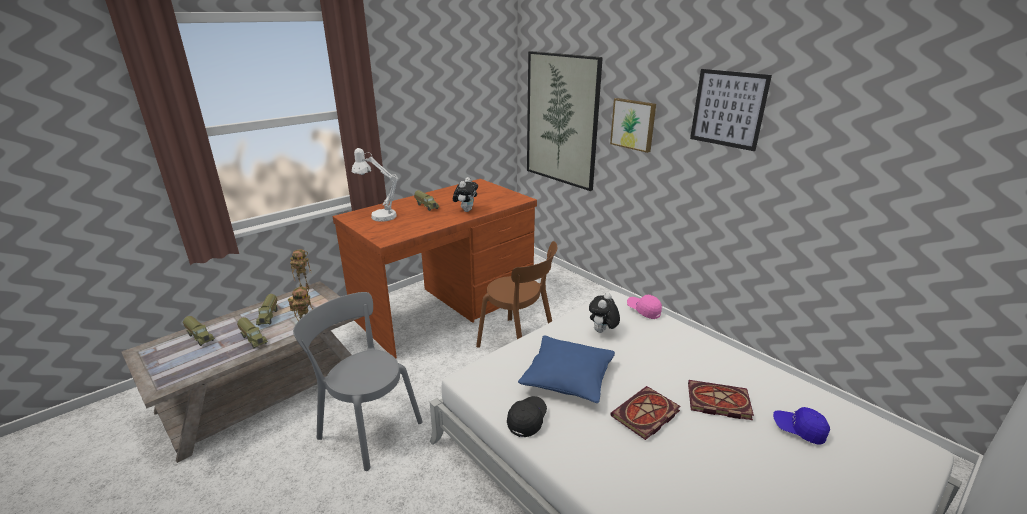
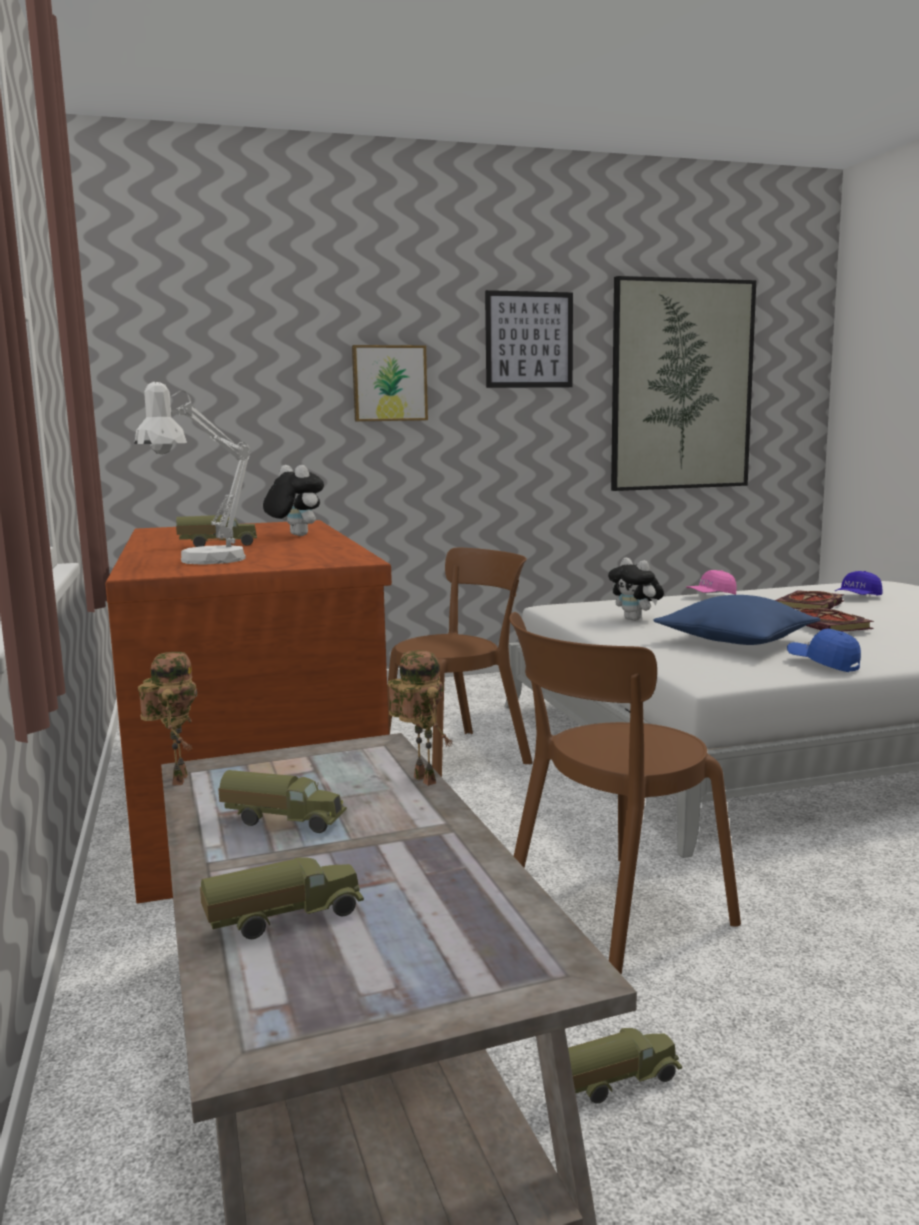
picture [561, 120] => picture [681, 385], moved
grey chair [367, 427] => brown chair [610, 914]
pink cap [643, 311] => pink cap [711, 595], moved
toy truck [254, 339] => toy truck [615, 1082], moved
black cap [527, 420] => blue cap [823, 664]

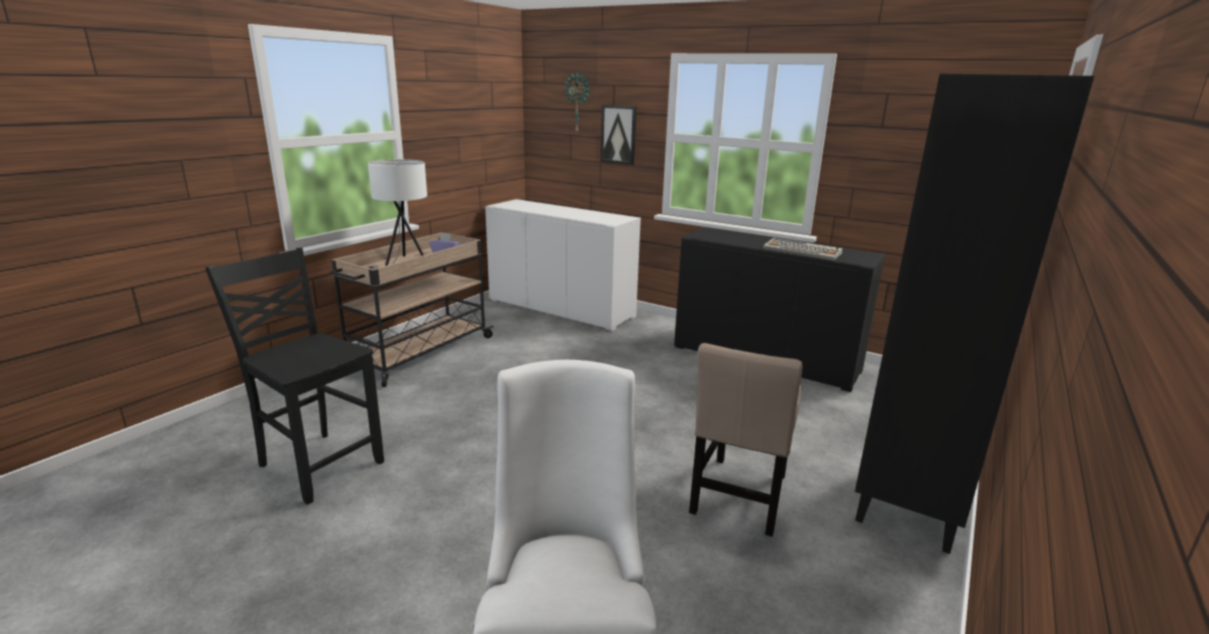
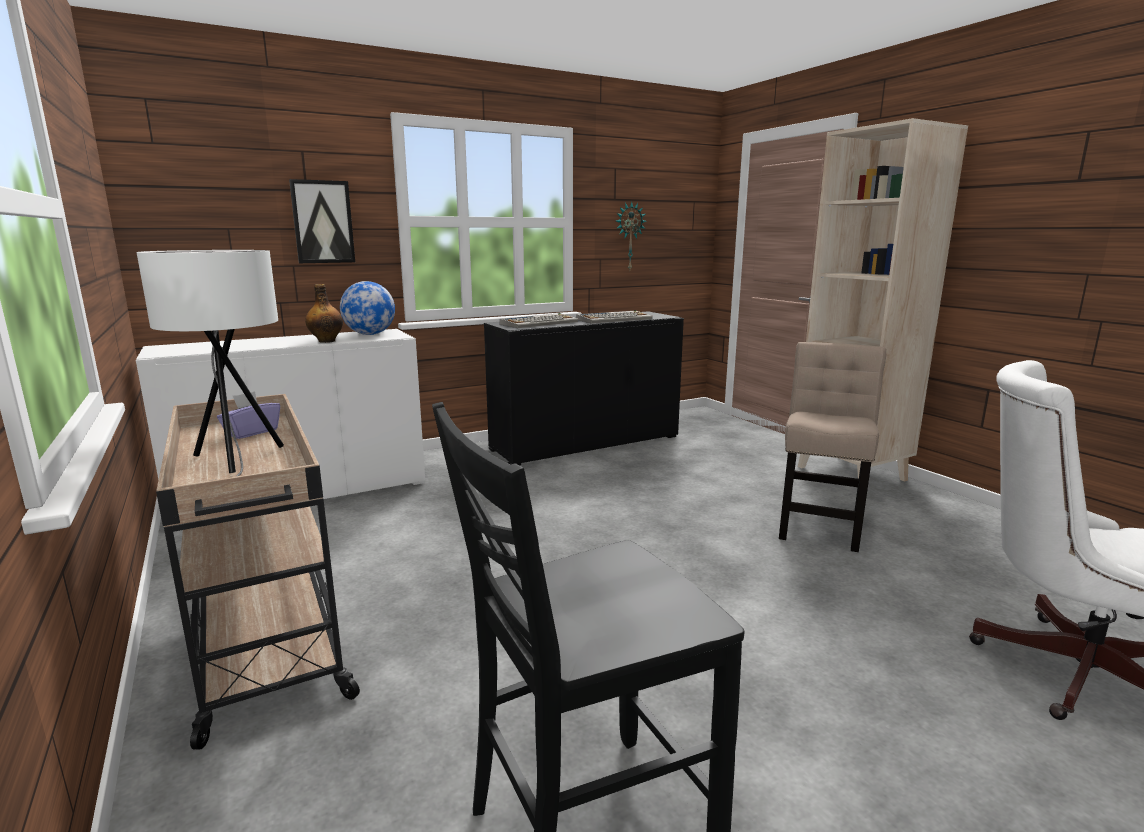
wall clock [578, 103] => wall clock [629, 236], moved
black bookcase [909, 509] => beige bookcase [852, 473]
beige chair [739, 498] => beige chair [820, 521], 120 degrees counterclockwise
nothing => globe [369, 334]
nothing => bottle [326, 341]
nothing => keyboard [539, 323]

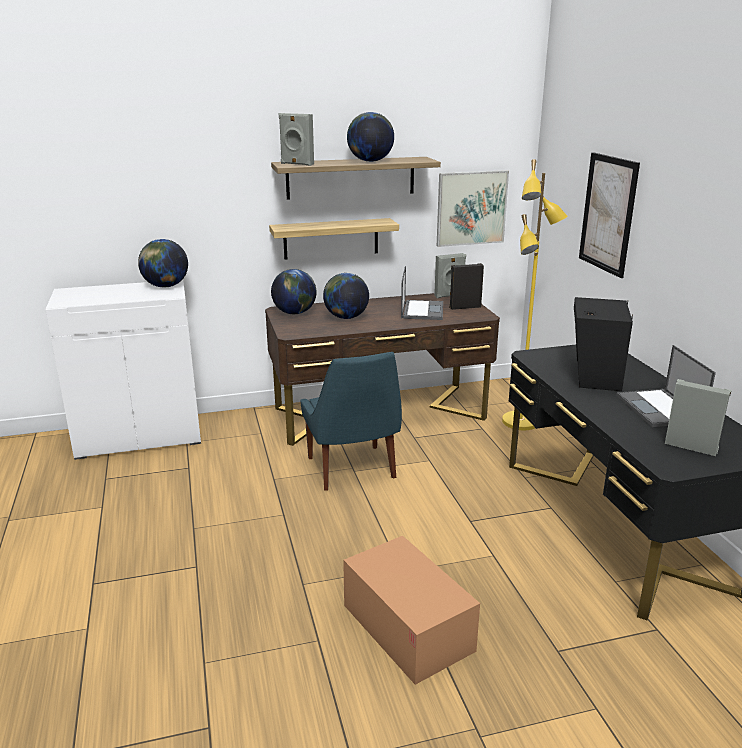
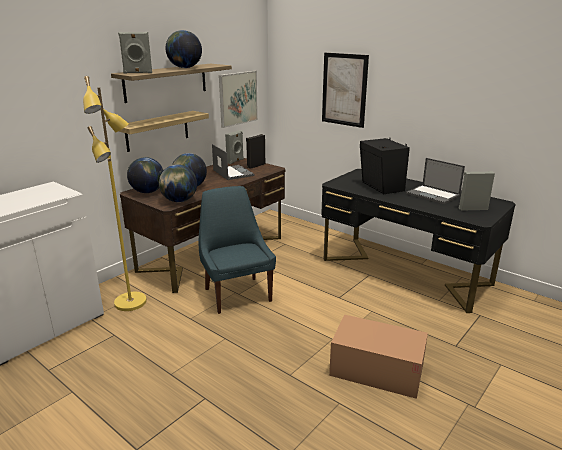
yellow floor lamp [521, 422] => yellow floor lamp [131, 302], moved
globe [165, 286] => globe [179, 201], moved
blue chair [352, 470] => blue chair [237, 293], 150 degrees counterclockwise

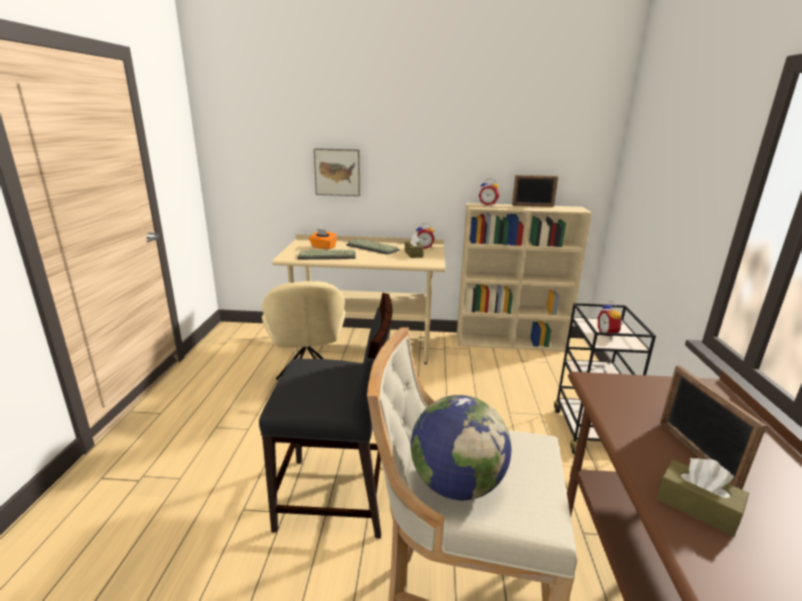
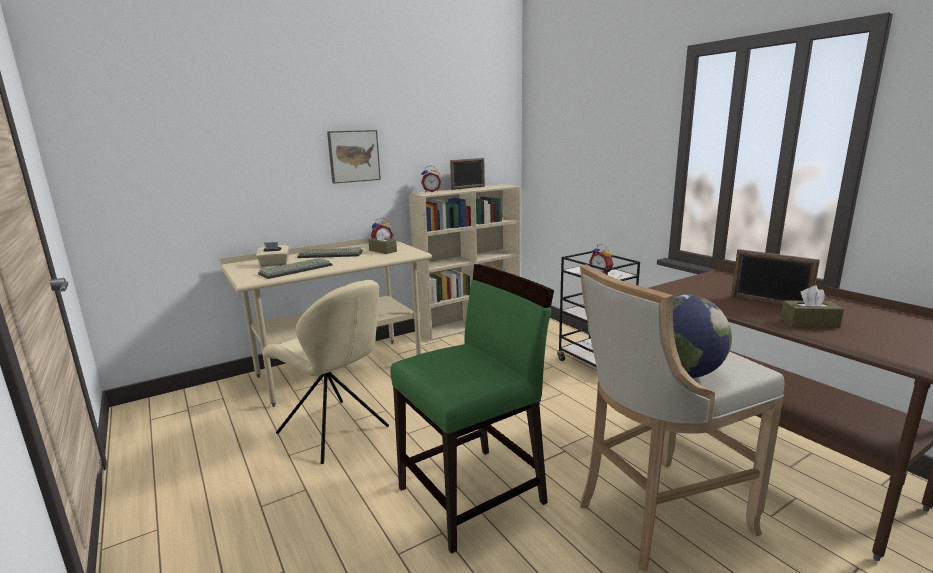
picture [338, 172] => picture [353, 156], moved
orange tissue box [323, 247] => beige tissue box [274, 264]
black chair [336, 496] => green chair [473, 495]

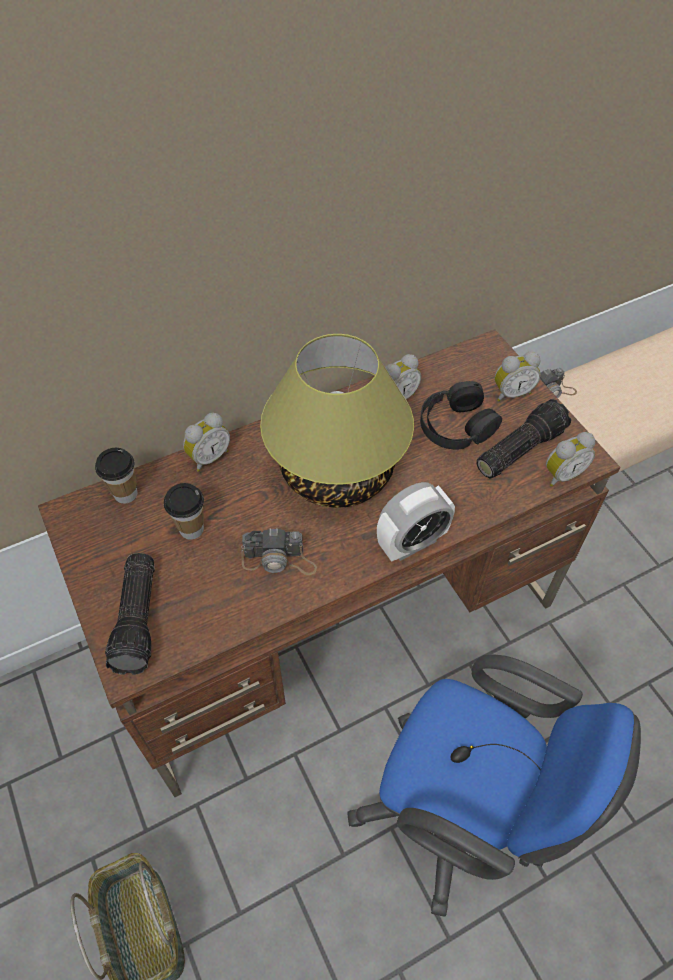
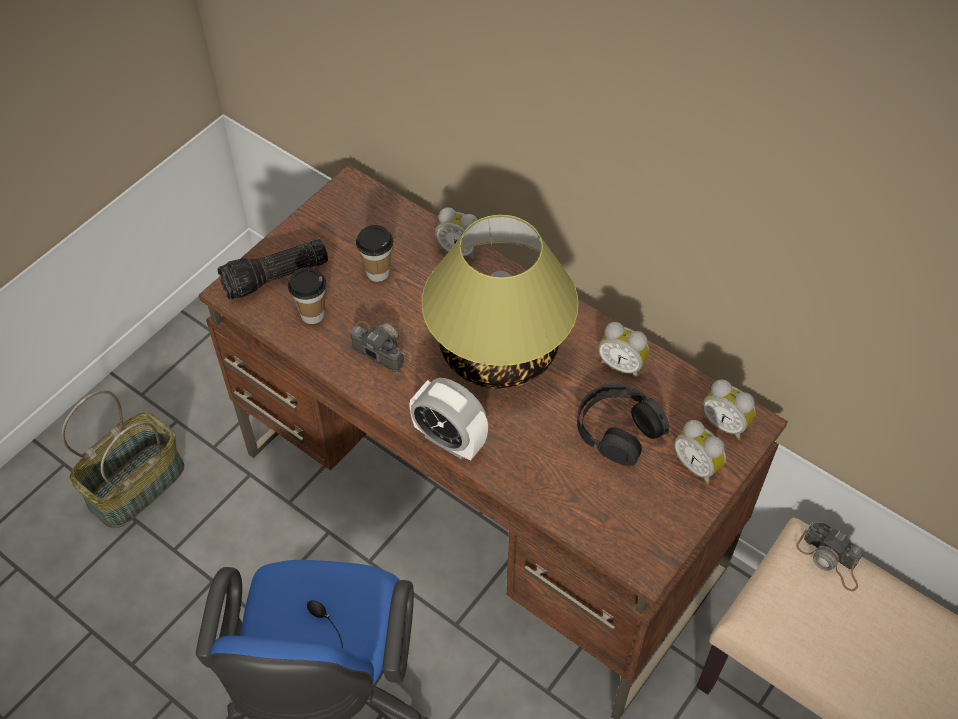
flashlight [518, 448] => nothing
alarm clock [561, 474] => alarm clock [725, 423], moved
cup [125, 494] => cup [312, 314], moved
photo camera [279, 560] => photo camera [378, 346], 150 degrees clockwise

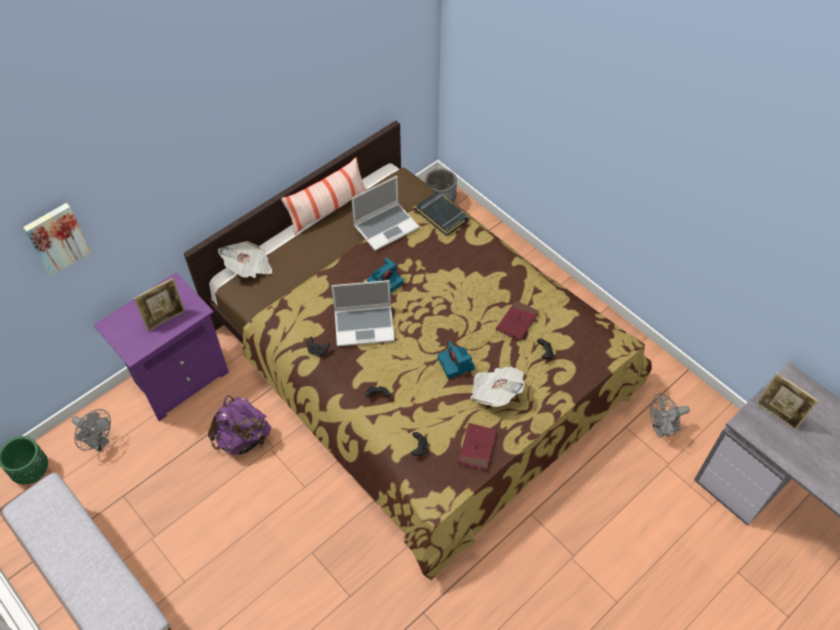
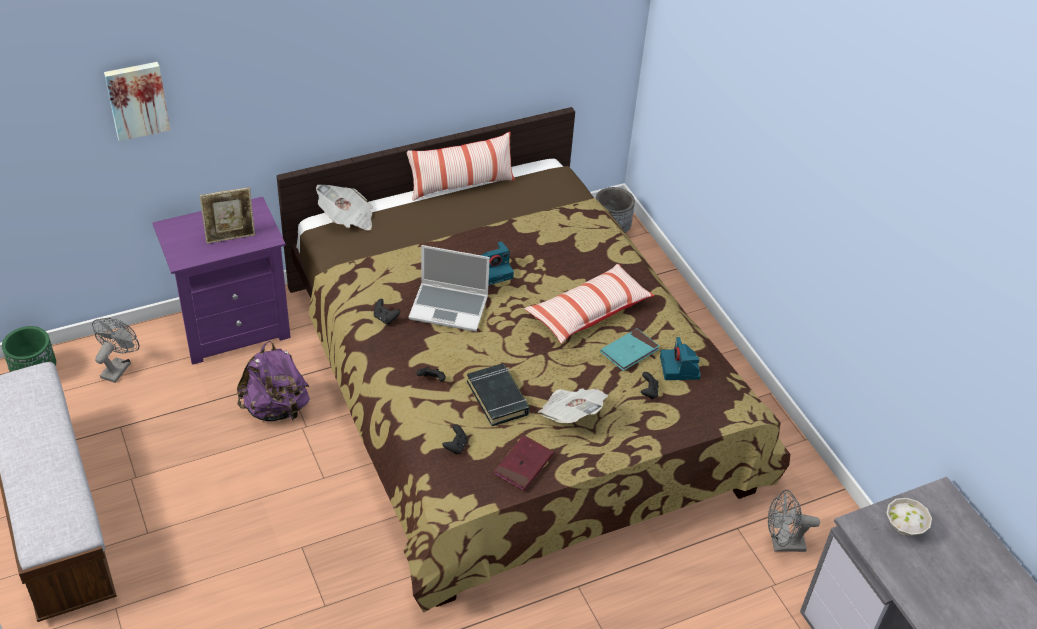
laptop [386, 226] => nothing
black book [442, 216] => black book [498, 398], moved
red book [517, 322] => turquoise book [629, 351]
photo camera [456, 364] => photo camera [680, 368], moved
picture frame [777, 415] => white bowl [904, 528]
grey fan [99, 442] => grey fan [118, 367], 120 degrees counterclockwise
nothing => pillow [589, 312]

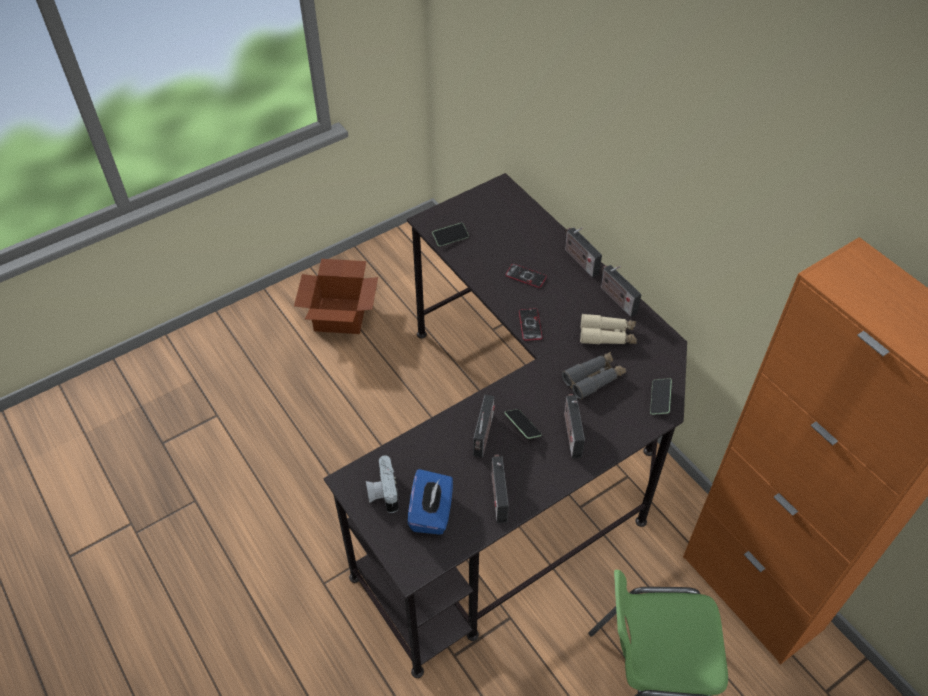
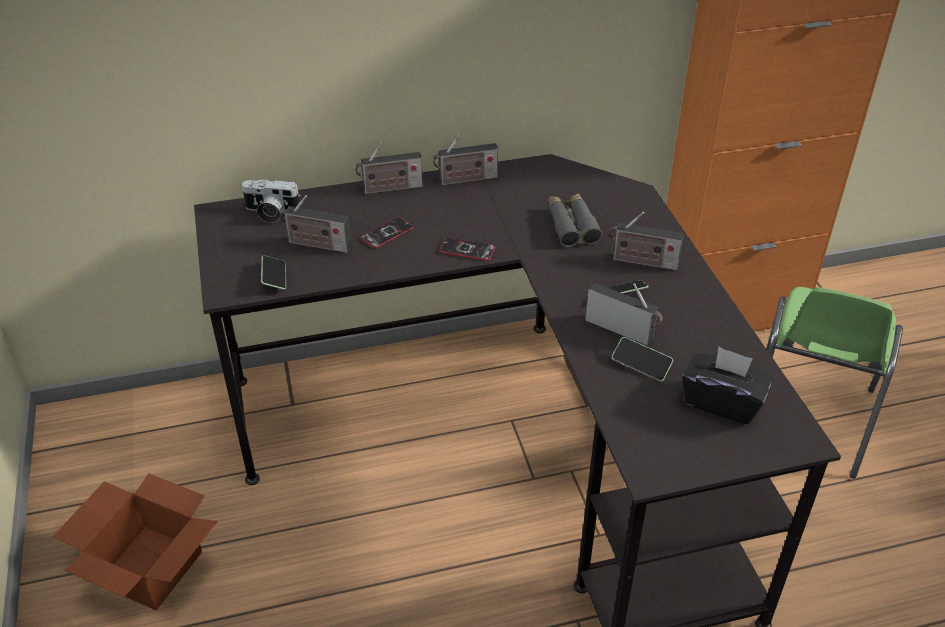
beige binoculars [607, 335] => nothing
phone [659, 400] => phone [641, 365], moved
radio [497, 495] => radio [316, 244], moved
photo camera [382, 492] => photo camera [271, 213], moved
blue tissue box [431, 512] => black tissue box [722, 402]

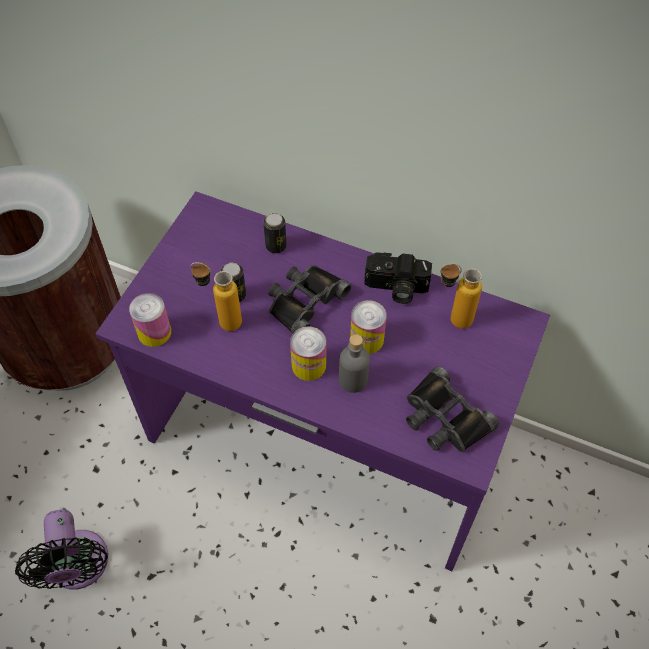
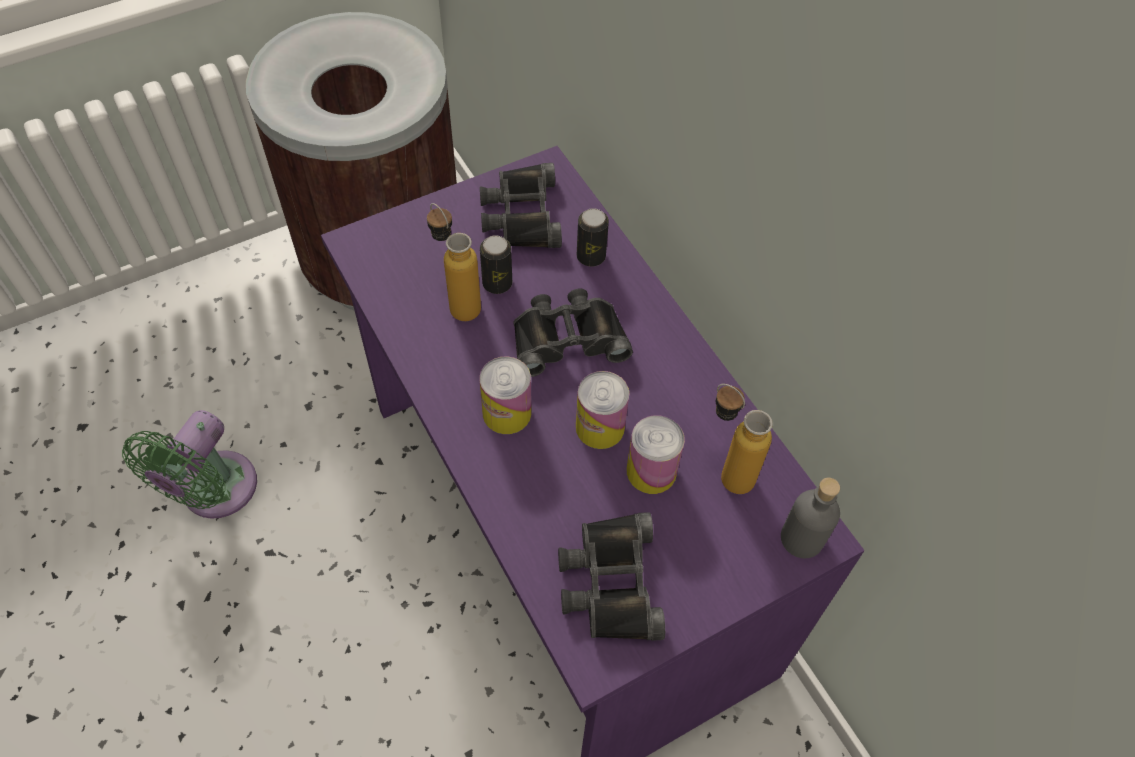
photo camera [395, 288] => nothing
can [154, 332] => can [651, 471], moved
grey bottle [353, 380] => grey bottle [802, 538], moved
black fan [78, 567] => green fan [214, 492]
nothing => black binoculars [521, 214]

